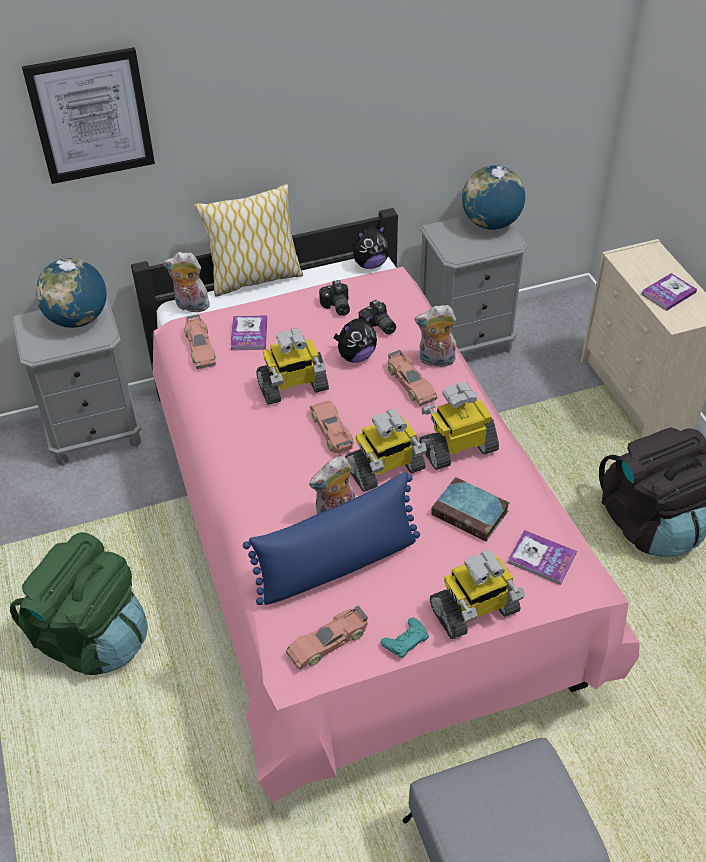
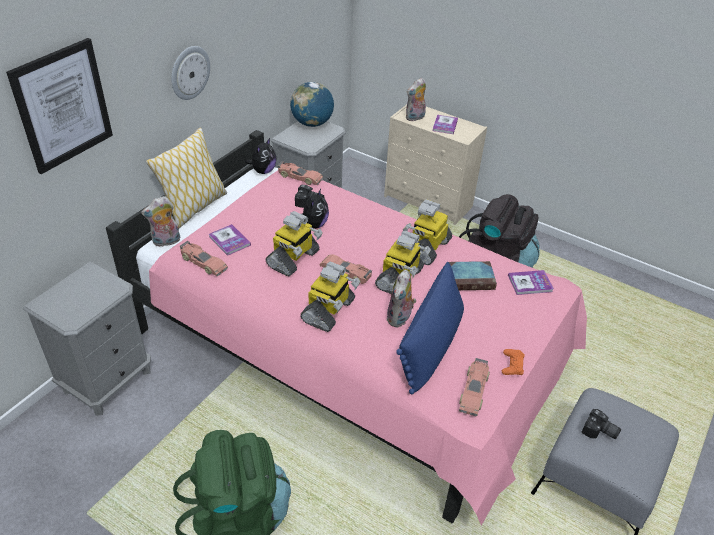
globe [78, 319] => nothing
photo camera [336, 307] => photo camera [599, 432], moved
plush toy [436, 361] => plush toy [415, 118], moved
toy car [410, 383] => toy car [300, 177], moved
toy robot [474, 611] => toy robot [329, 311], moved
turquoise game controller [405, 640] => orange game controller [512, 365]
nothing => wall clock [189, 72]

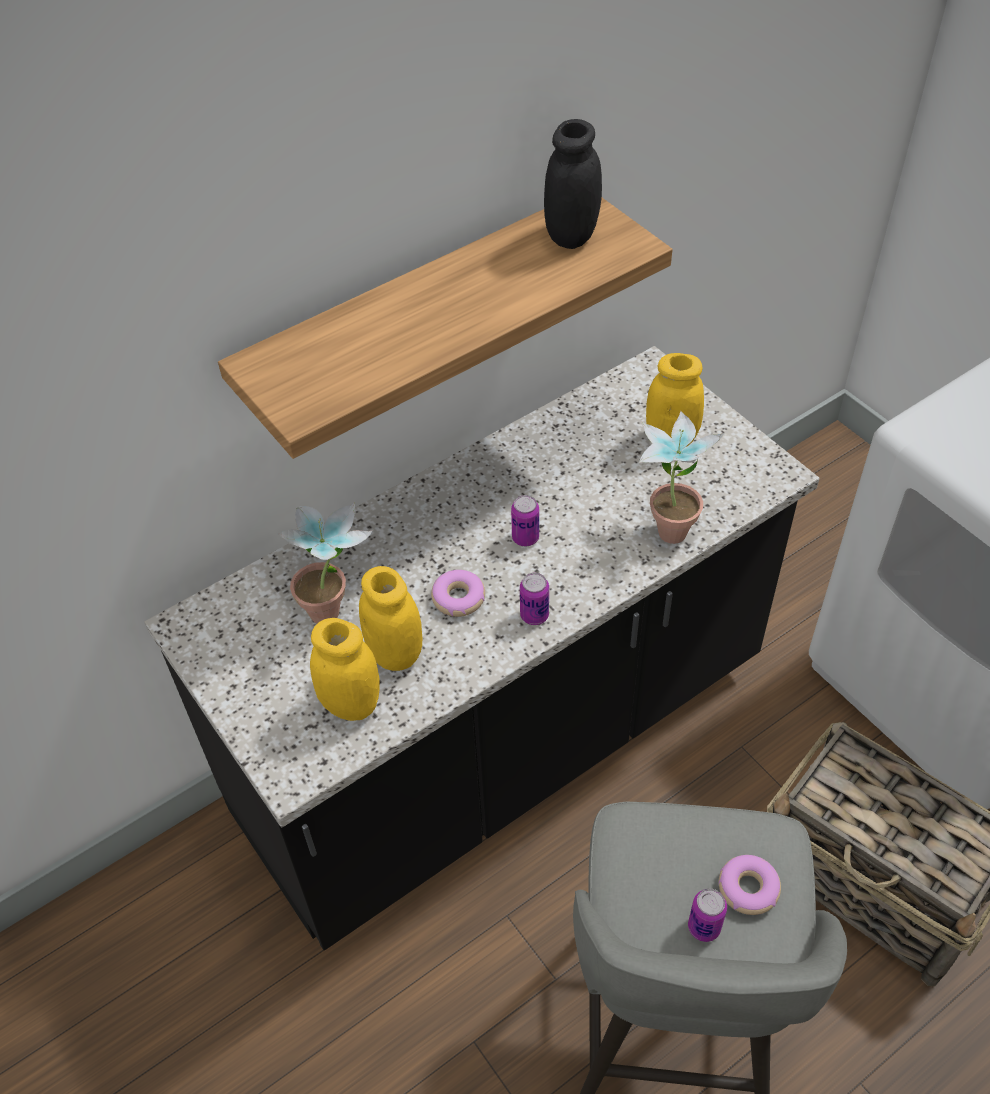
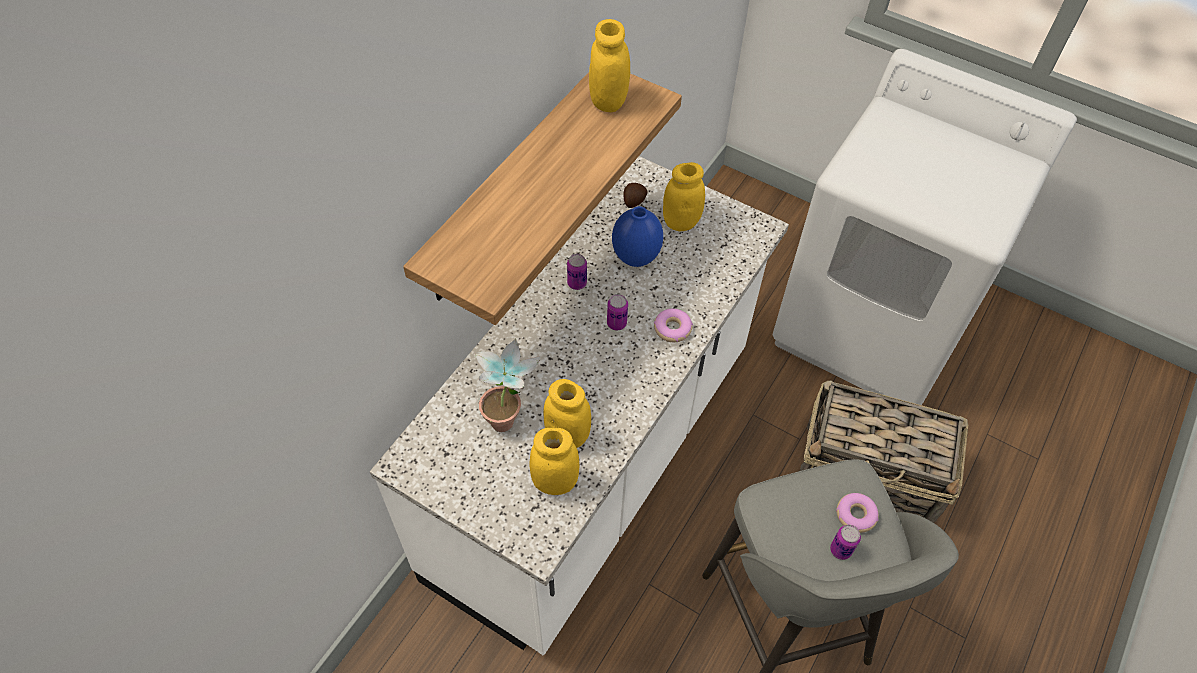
black jar [572, 235] => yellow jar [608, 101]
black counter [503, 743] => white counter [595, 465]
potted plant [669, 524] => nothing
donut [458, 598] => donut [672, 329], moved
can [534, 615] => can [577, 283], moved
nothing => potato [633, 201]
nothing => blue vase [635, 258]

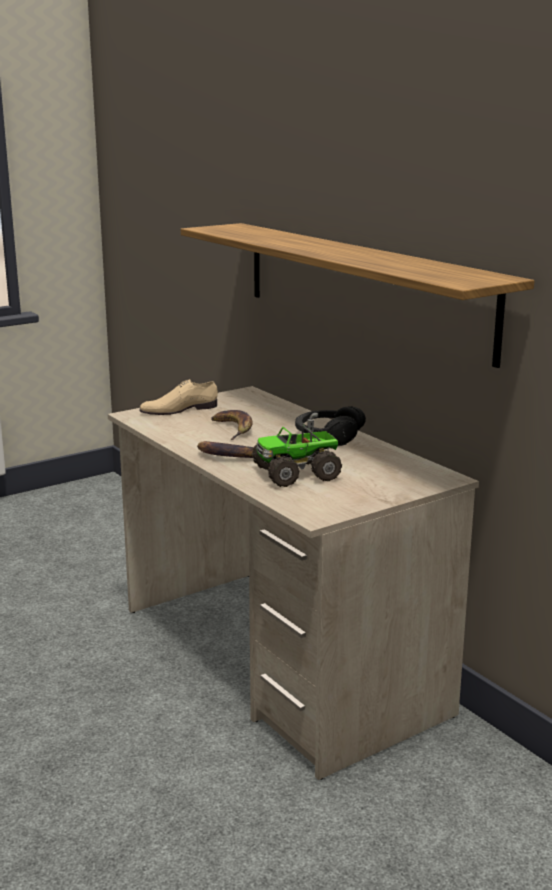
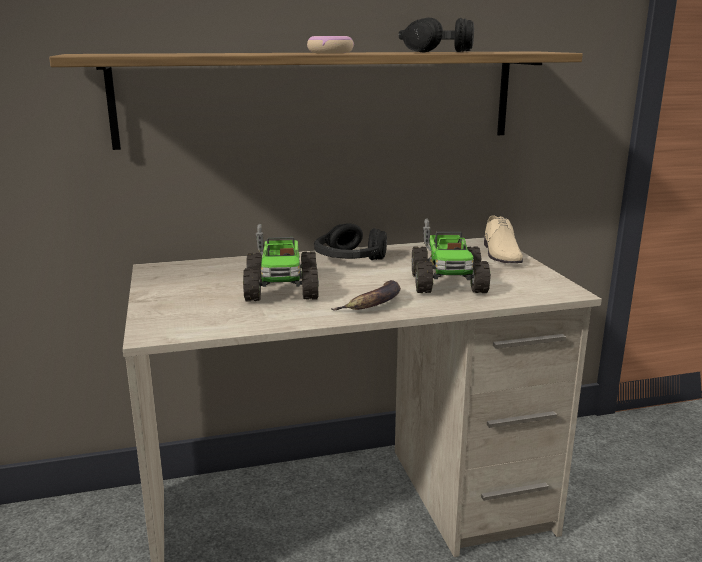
beige shoe [178, 409] => beige shoe [500, 253], moved
banana [233, 429] => toy truck [282, 289]
nothing => black headphones [434, 52]
nothing => donut [330, 52]

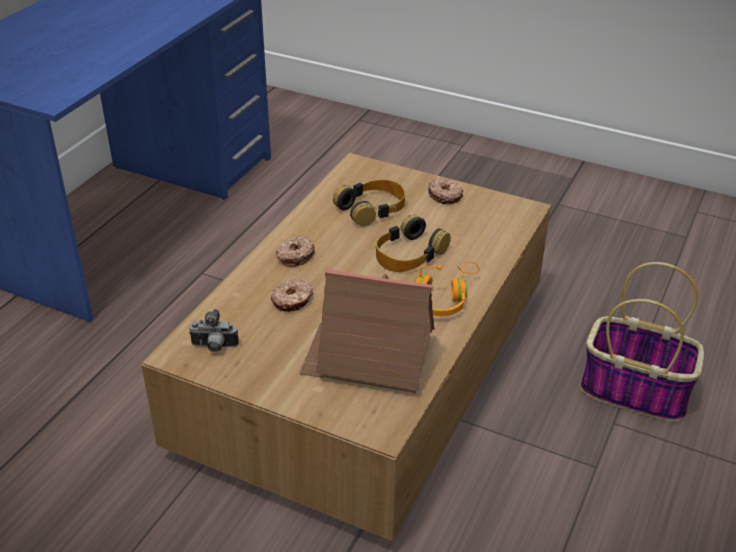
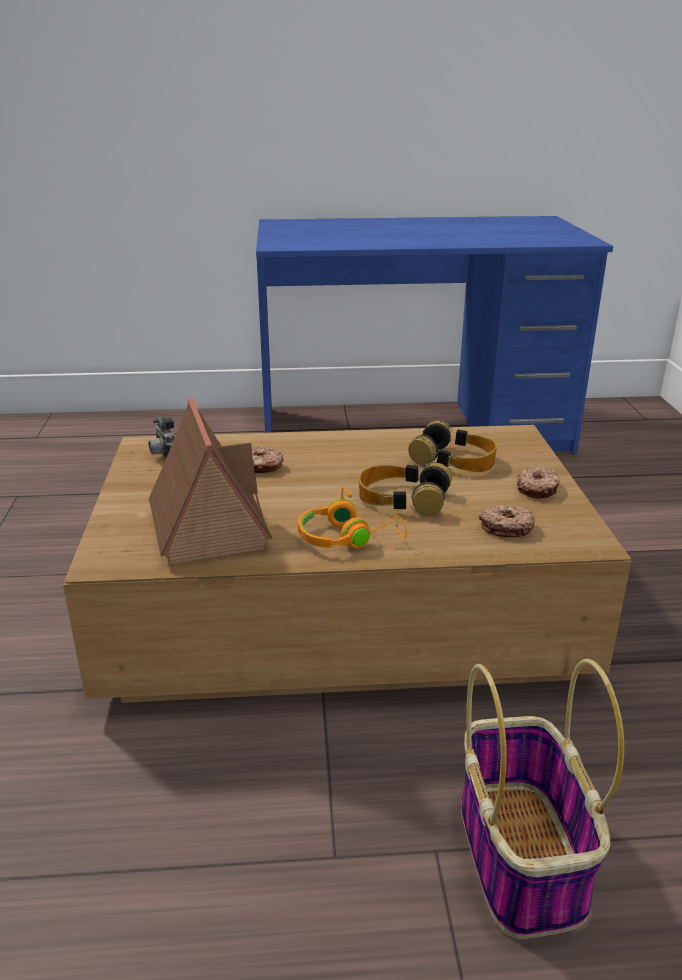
donut [295, 256] => donut [505, 527], moved

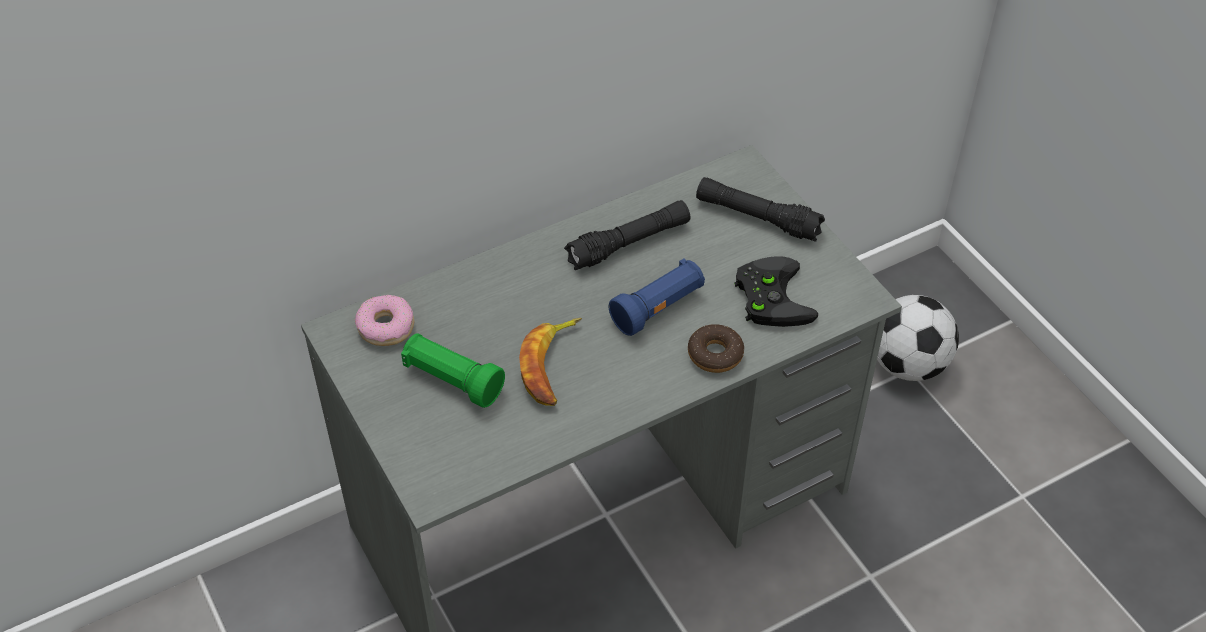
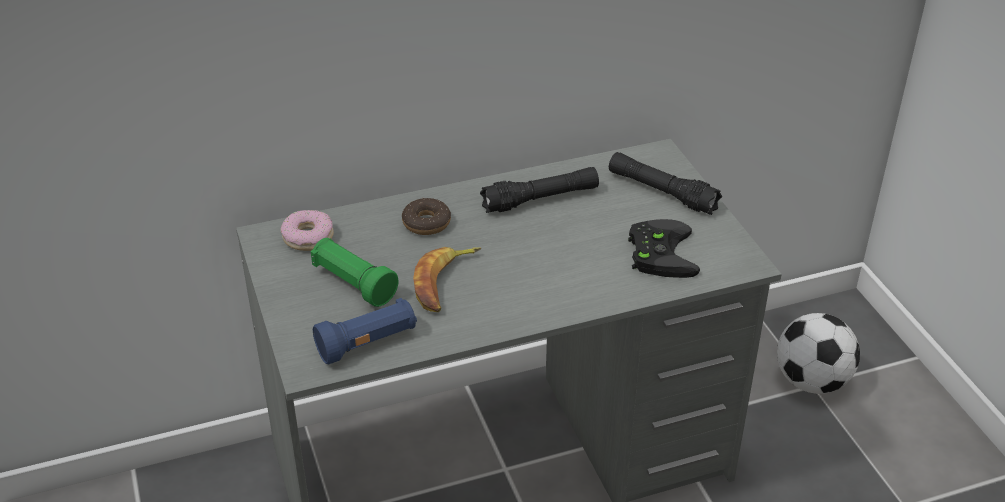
blue flashlight [658, 308] => blue flashlight [367, 343], moved
donut [715, 354] => donut [426, 223], moved

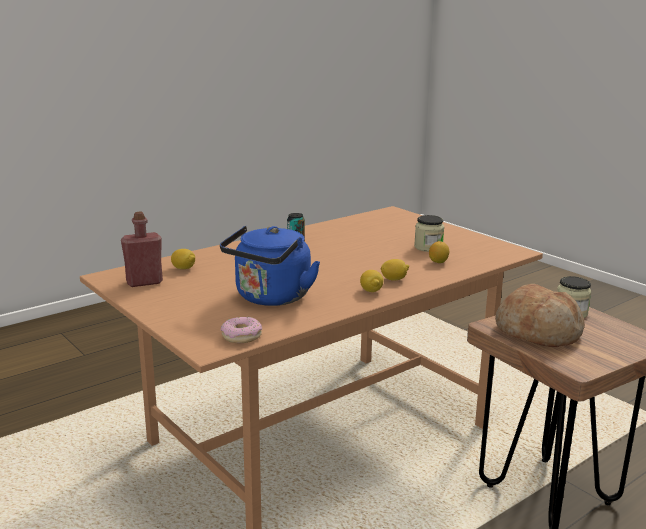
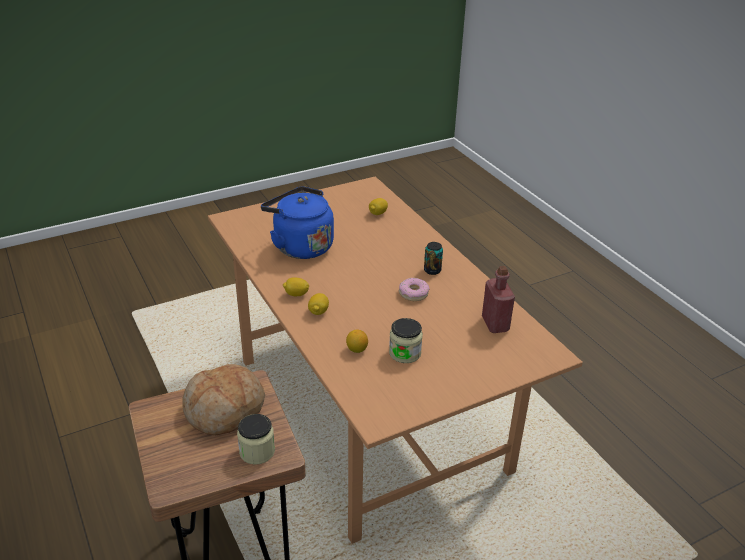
red bottle [144, 282] => red bottle [495, 324], moved
donut [241, 336] => donut [413, 293], moved

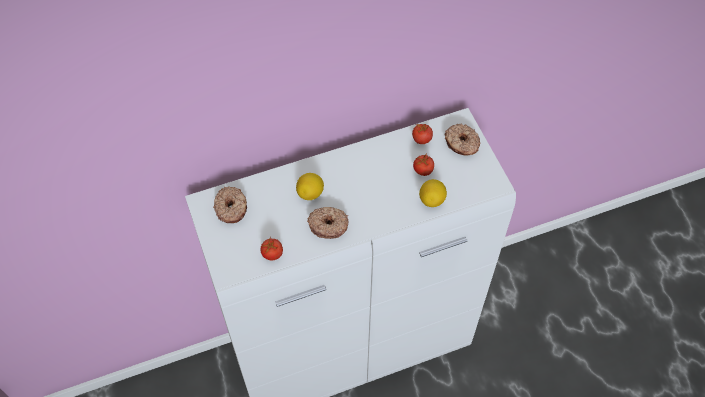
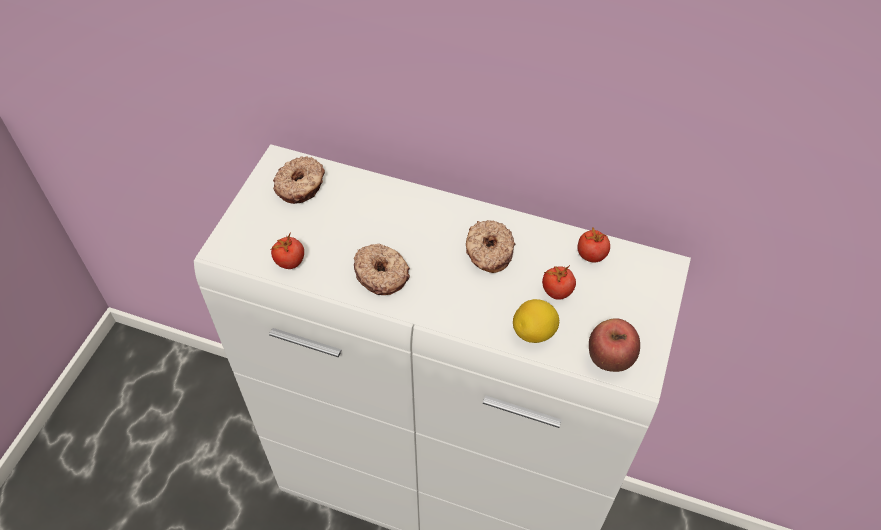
donut [461, 144] => donut [488, 252], moved
lemon [310, 193] => nothing
nothing => apple [609, 359]

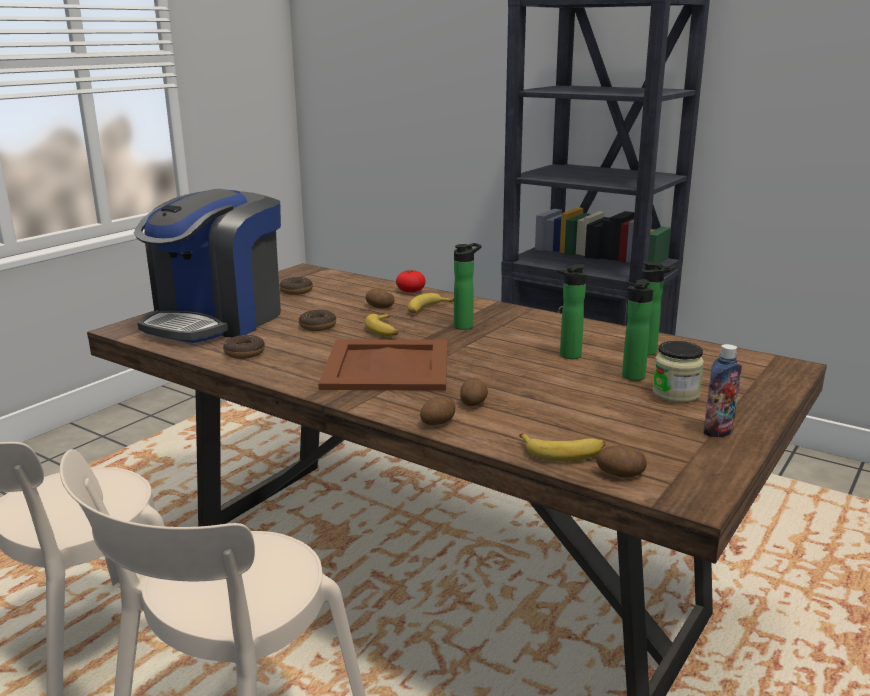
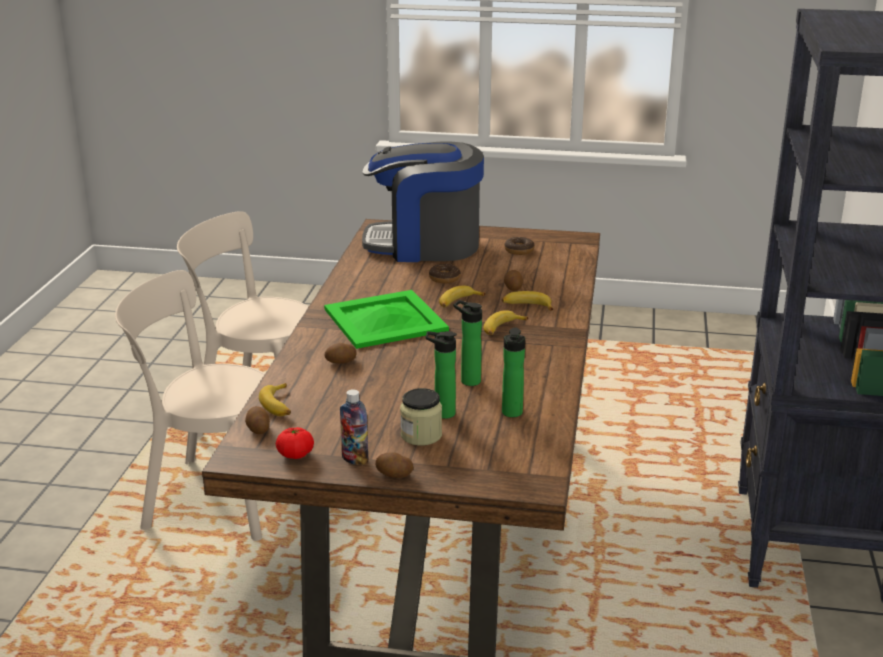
bottle [466, 326] => banana [502, 329]
tomato [410, 291] => tomato [295, 454], moved
donut [244, 353] => nothing
brown tray [388, 366] => green tray [384, 320]
potato [438, 422] => potato [393, 475], moved

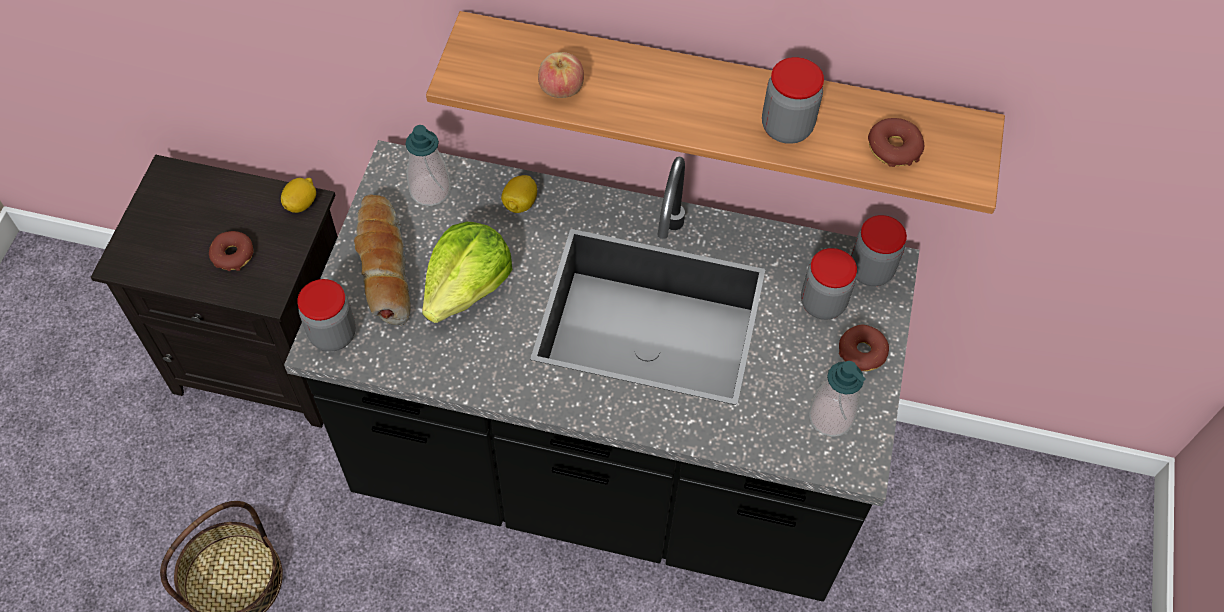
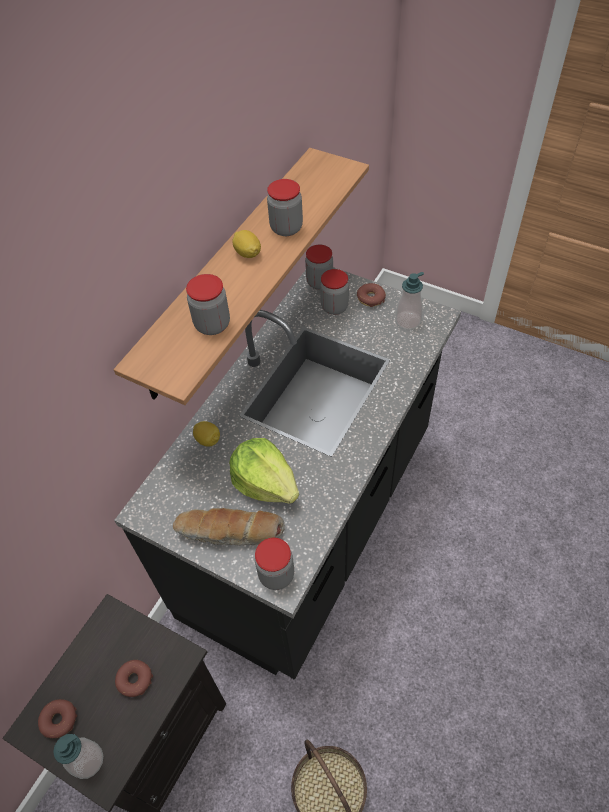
apple [561, 89] => jar [212, 324]
donut [893, 148] => donut [59, 720], moved
soap dispenser [430, 191] => soap dispenser [87, 760], moved
lemon [301, 203] => lemon [247, 253], moved

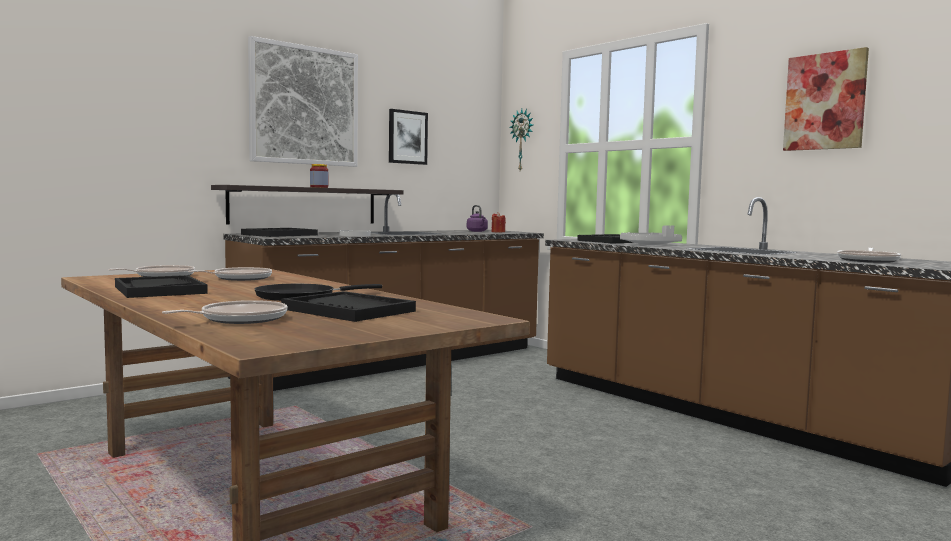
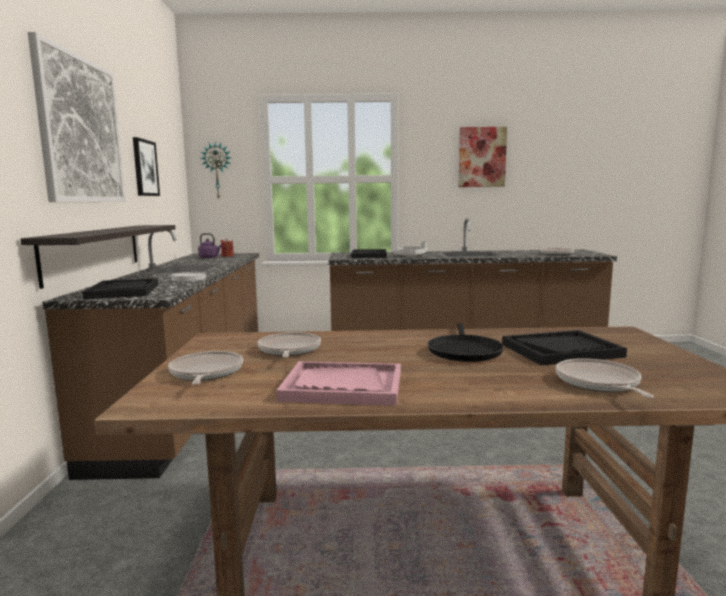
jar [319, 187] => nothing
black tray [159, 290] => pink tray [342, 386]

